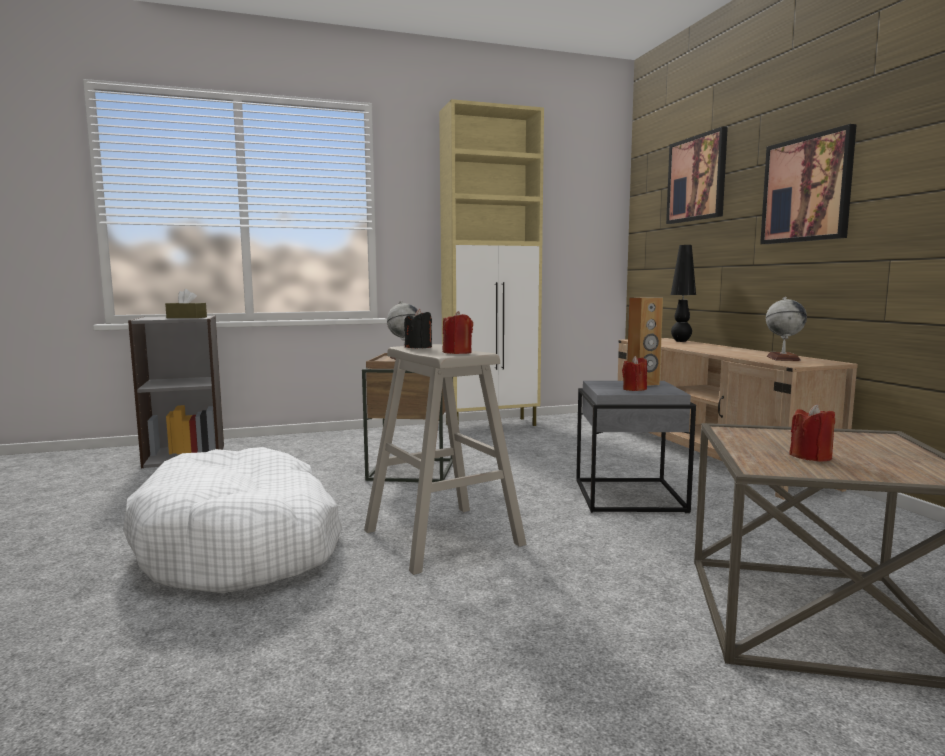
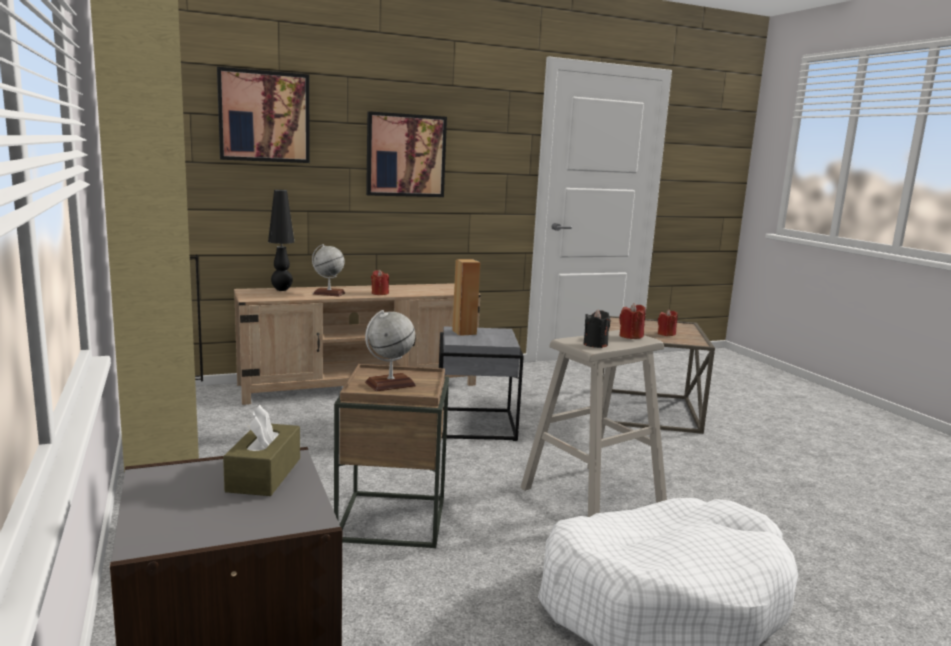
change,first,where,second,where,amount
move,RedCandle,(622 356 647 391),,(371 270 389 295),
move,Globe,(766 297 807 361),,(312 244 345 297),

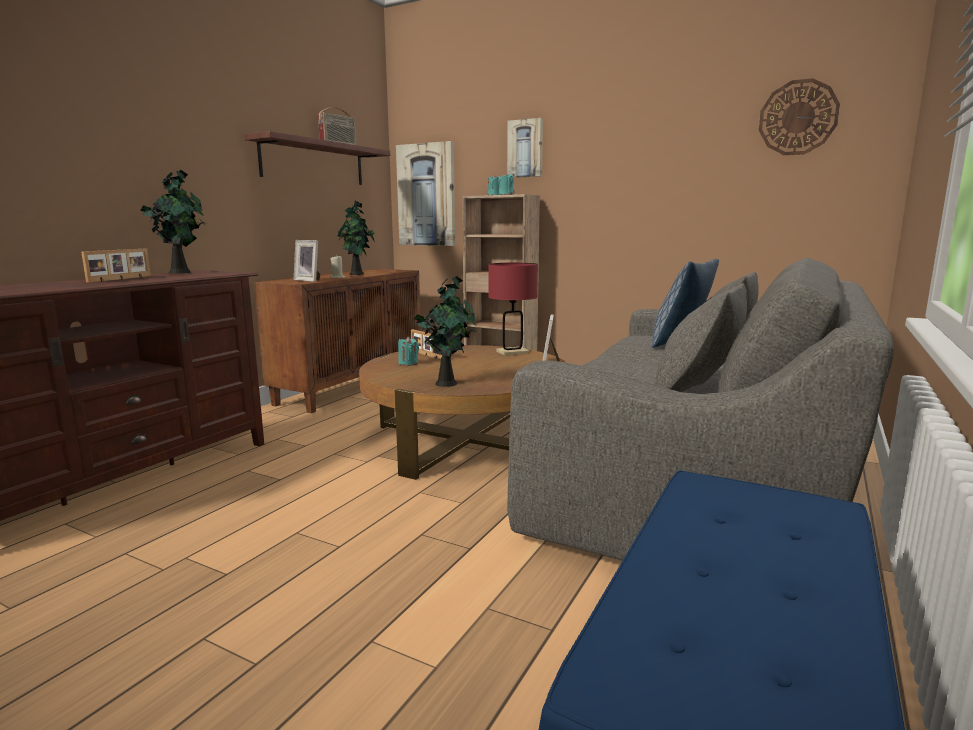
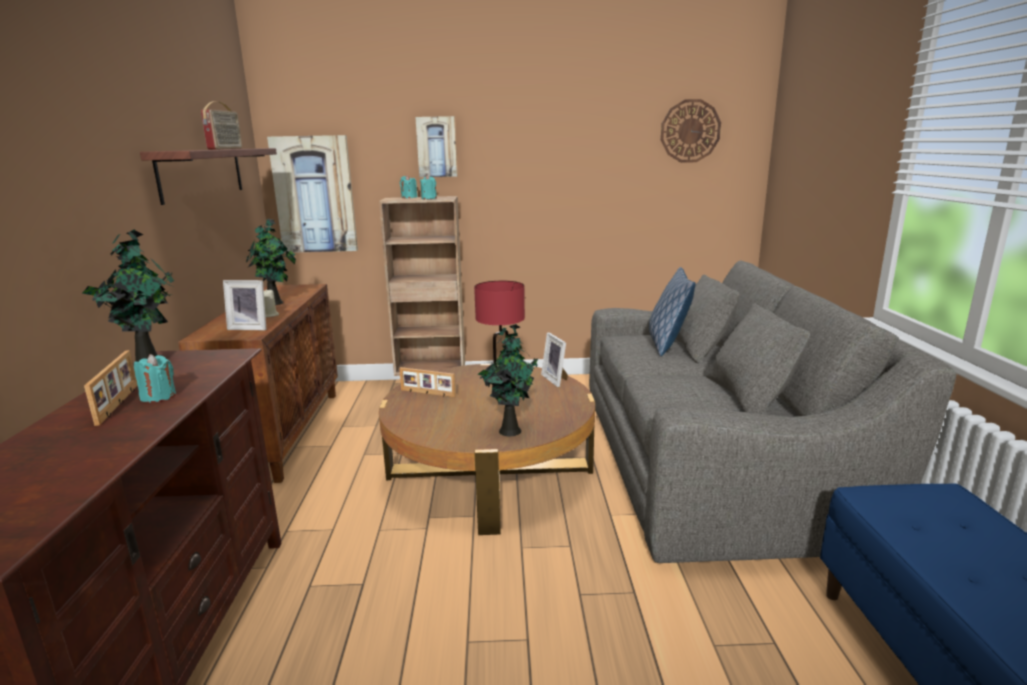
change,first,where,second,where,amount
move,TurquoiseCandle,(398 337 419 366),,(134 354 176 402),

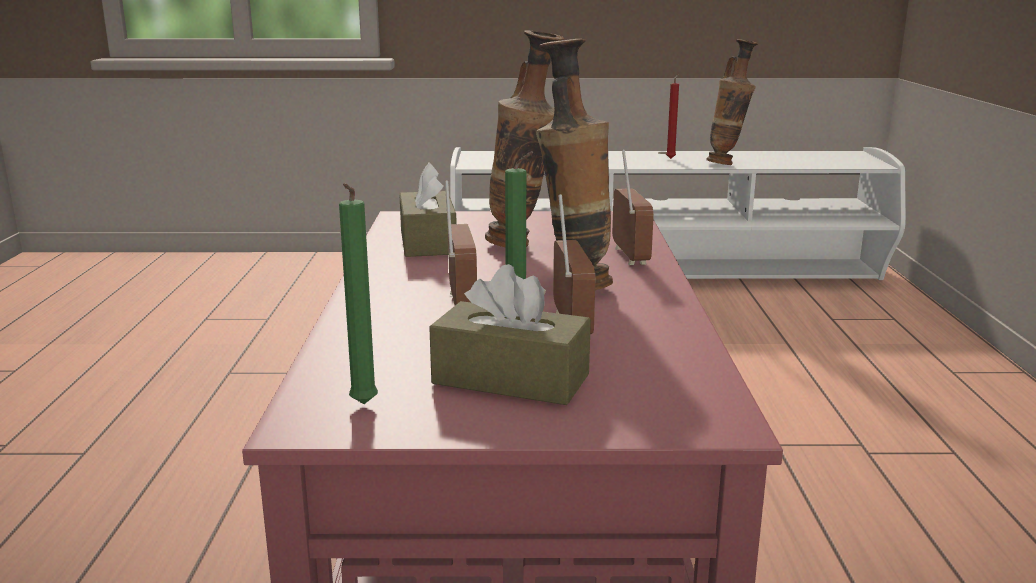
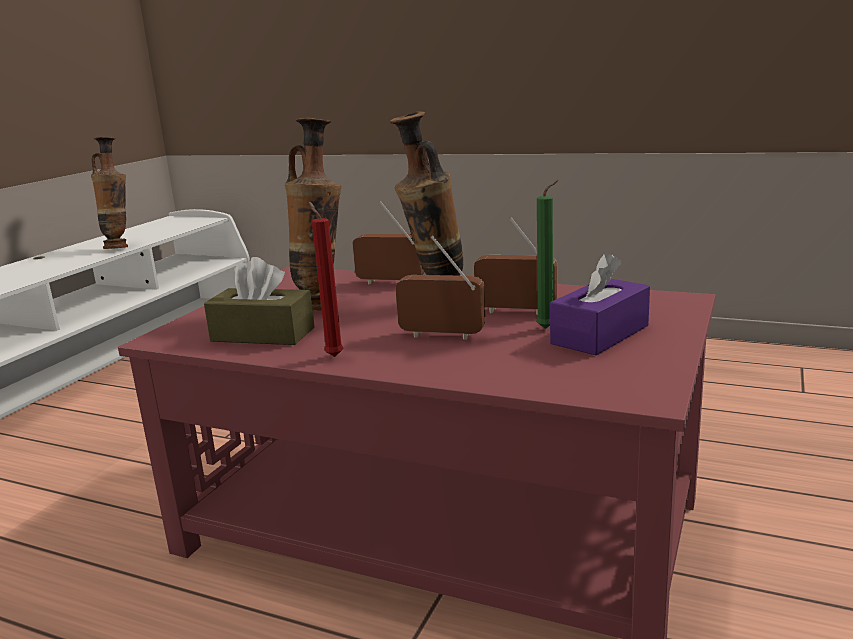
change,first,where,second,where,amount
delete,GreenCandle,(339 183 378 404),,,
move,RedCandle,(666 74 679 159),,(309 202 344 357),
recolor,BrownTissueBox,(429 264 591 405),PurpleTissueBox,(550 252 650 355),

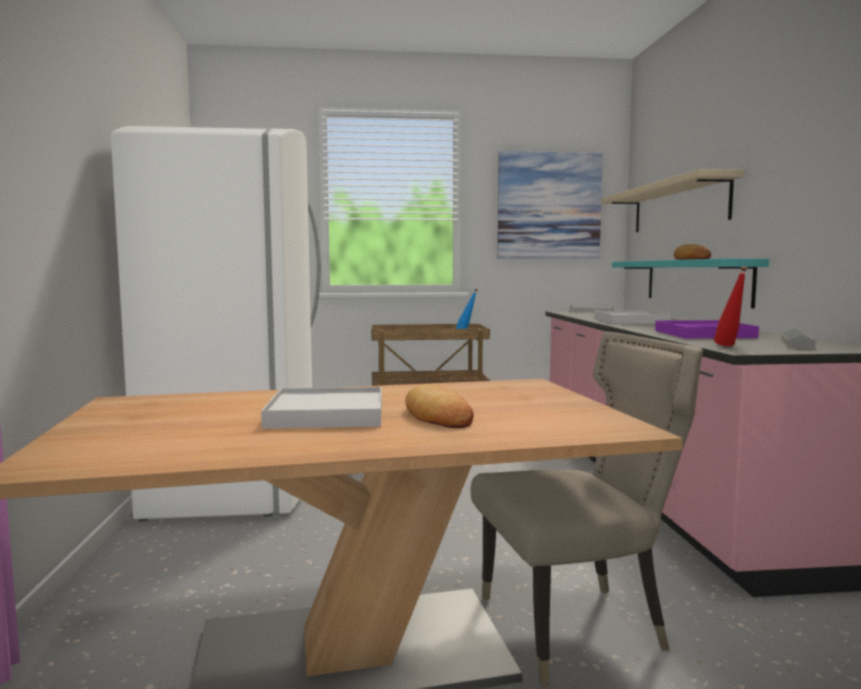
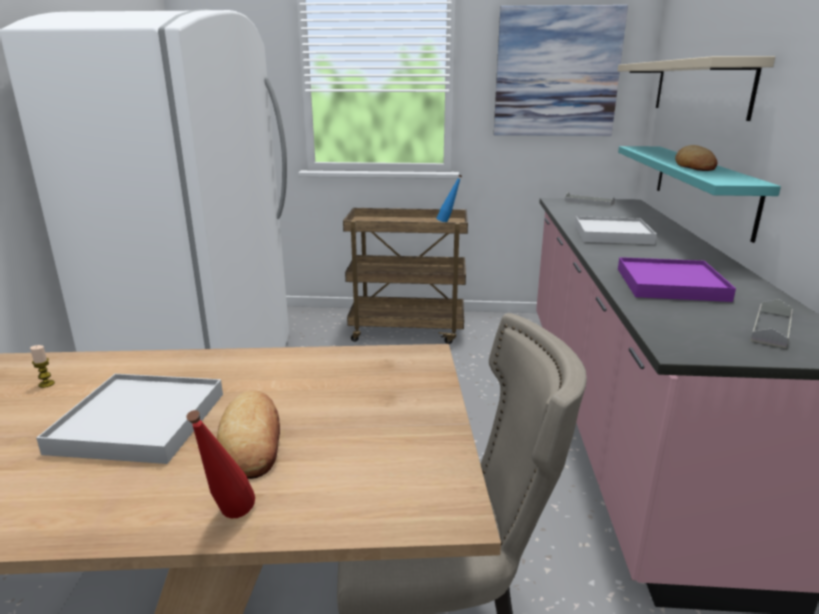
change,first,where,second,where,amount
insert,,,Candle,(30 345 55 388),
move,RedBottle,(714 266 748 346),,(186 410 255 518),

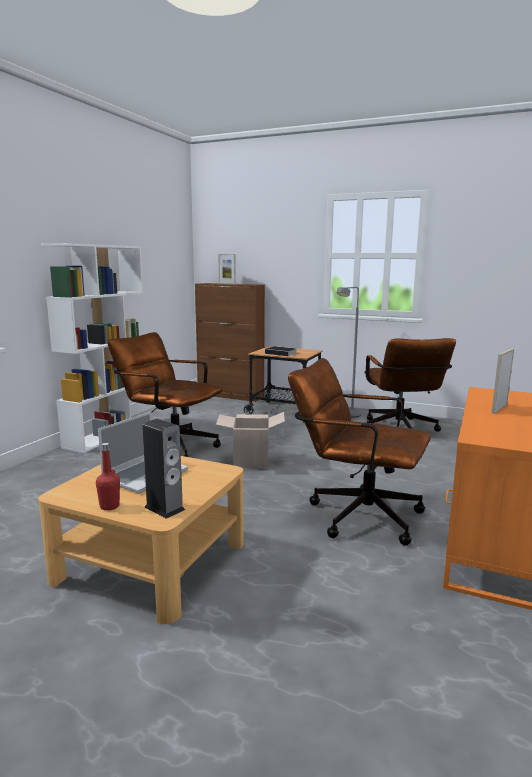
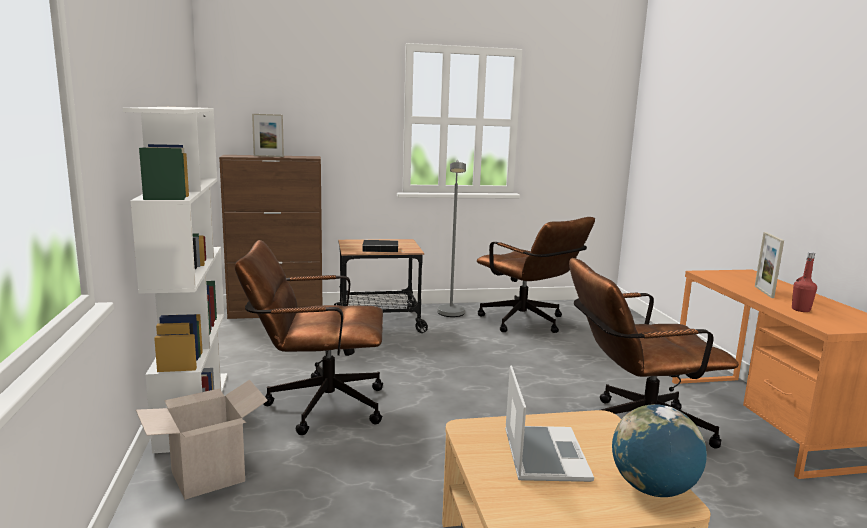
change,first,where,second,where,amount
move,RedBottle,(96 443 120 511),,(792 252 817 312),
move,CardboardBox,(216 412 285 469),,(136 380 268 500),
replace,Speaker,(142 419 185 519),Globe,(612 404 707 497),

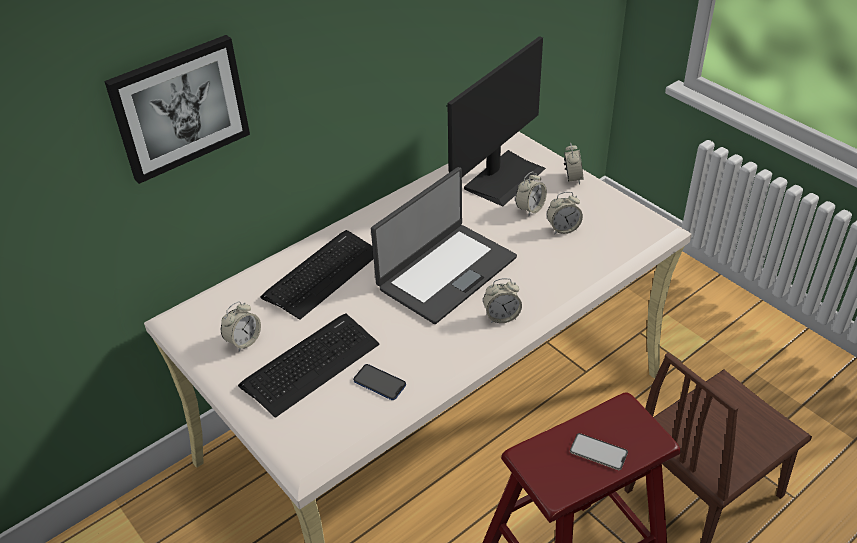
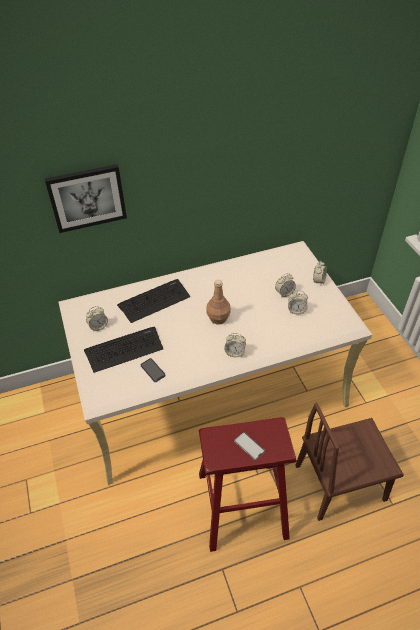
change,first,where,second,where,amount
delete,Monitor,(447 36 546 207),,,
replace,Laptop,(371 167 517 324),BrownBottle,(207 279 231 325),

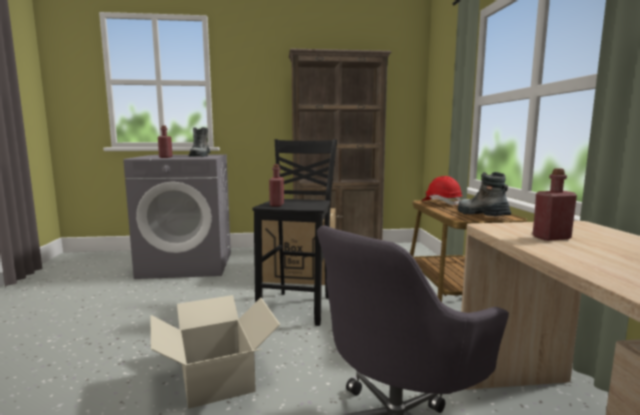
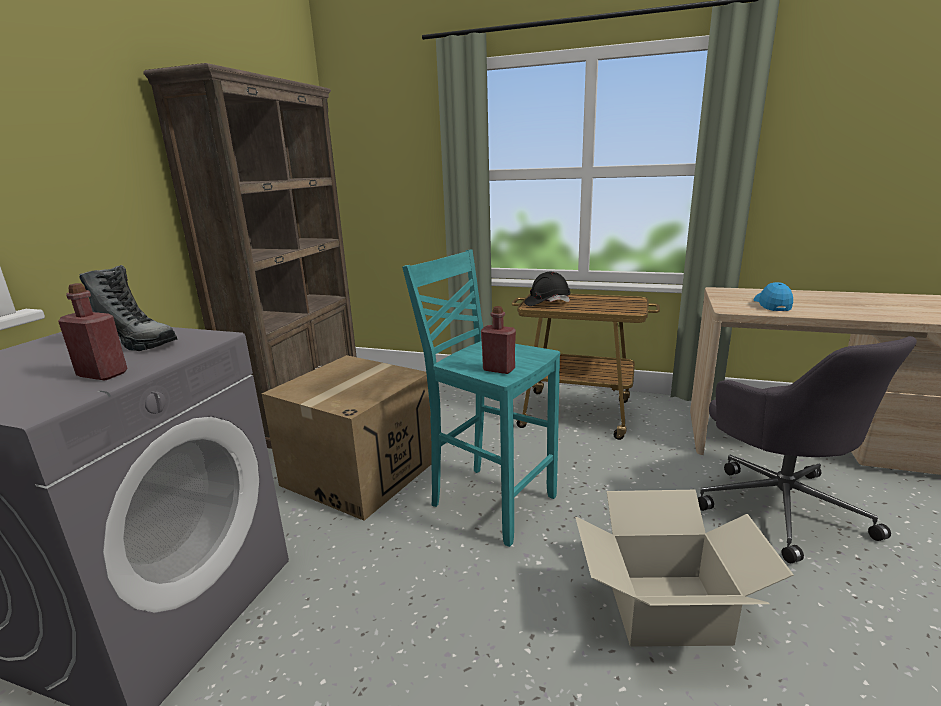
change,first,where,second,where,amount
delete,Boot,(458 172 511 216),,,
replace,RedBottle,(533 168 577 241),BlueCap,(754 282 793 311),
recolor,BlackStool,(252 139 337 326),TurquoiseStool,(402 249 560 547),
recolor,RedHardHat,(421 176 463 205),BlackHardHat,(524 272 571 306),

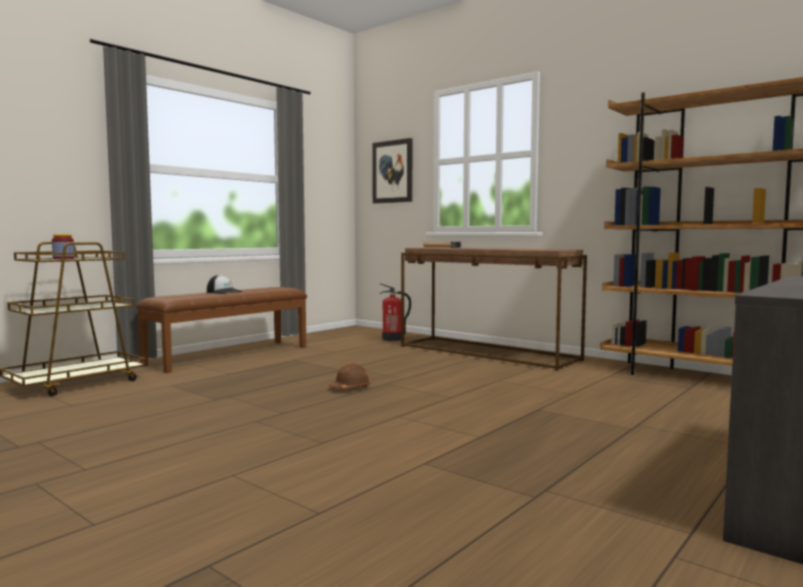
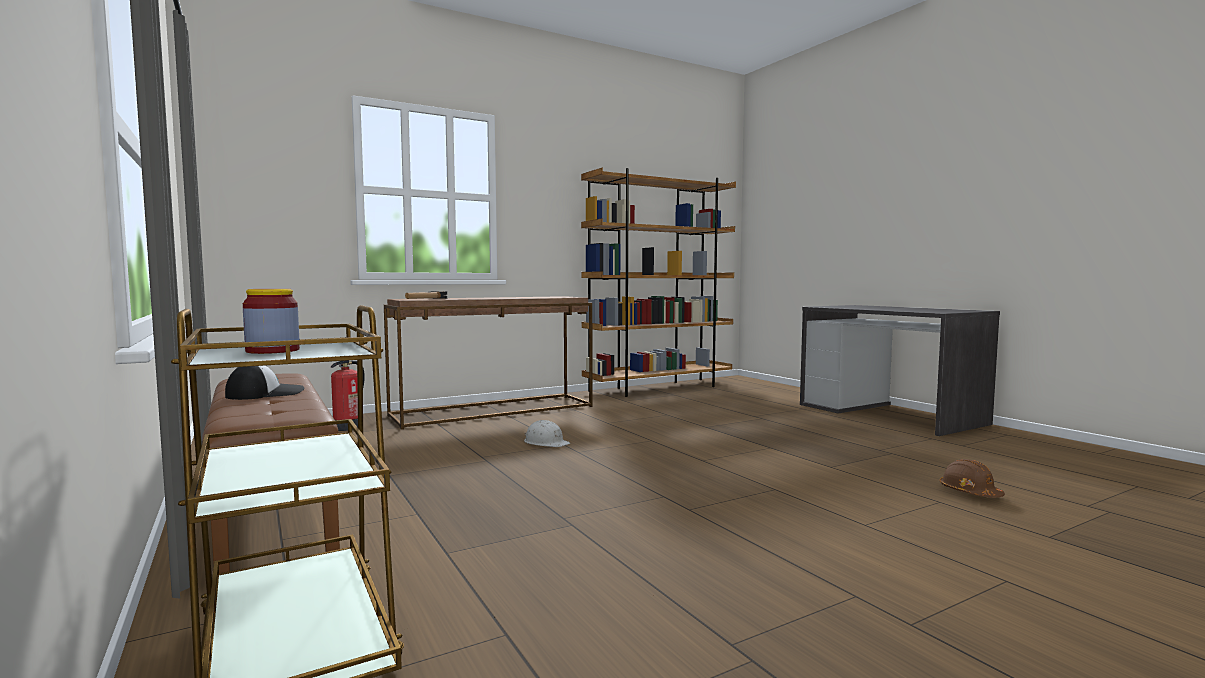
change,first,where,second,where,amount
delete,Picture,(372 138 412 203),,,
insert,,,WhiteHardHat,(524 420 570 447),
move,BrownHardHat,(330 363 371 389),,(939 459 1005 498),

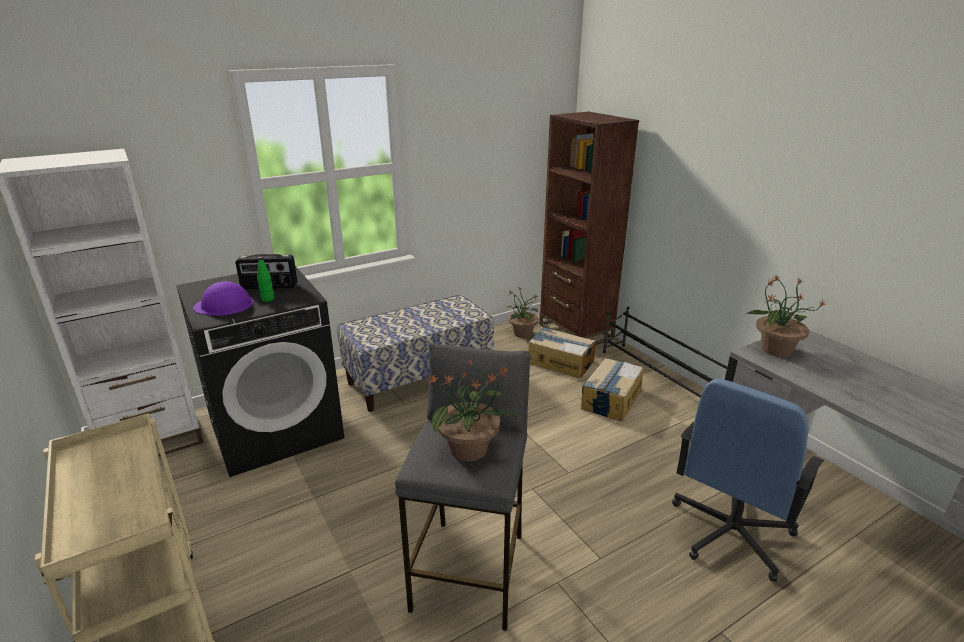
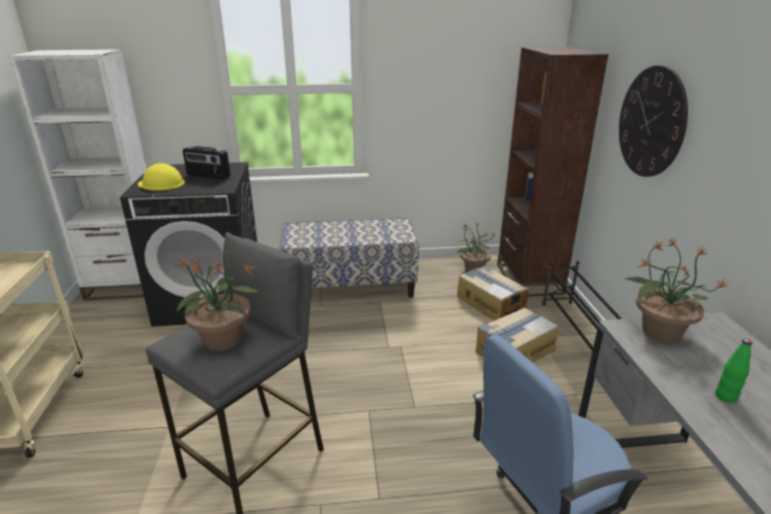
change,first,where,second,where,amount
insert,,,WallClock,(619 65 688 177),
move,GreenBottle,(257 257 274 302),,(715 339 752 403),
recolor,PurpleHardHat,(193 281 253 316),YellowHardHat,(138 163 185 191),

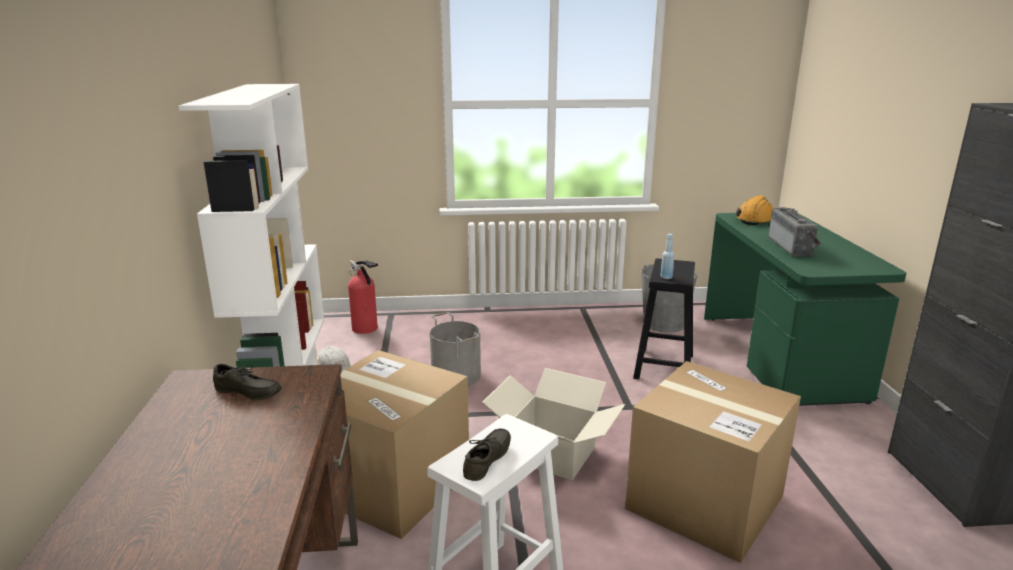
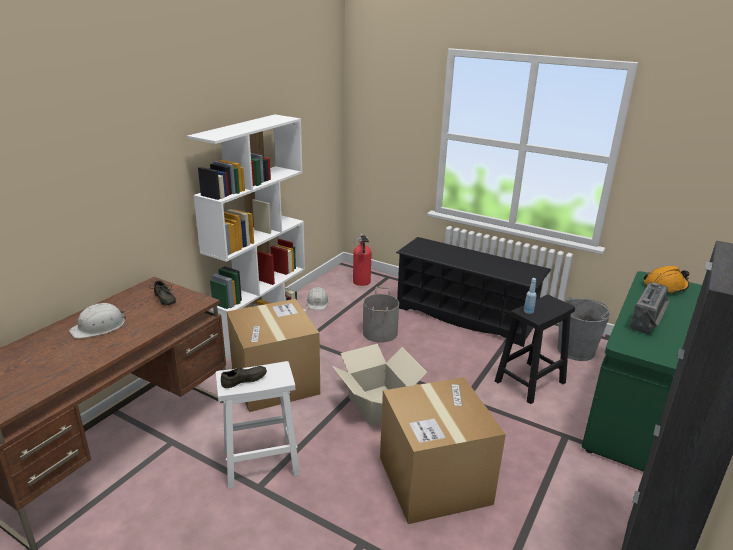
change,first,where,second,where,amount
insert,,,WhiteHardHat,(69 303 126 339),
insert,,,BlackShoeRack,(396 237 551 347),

